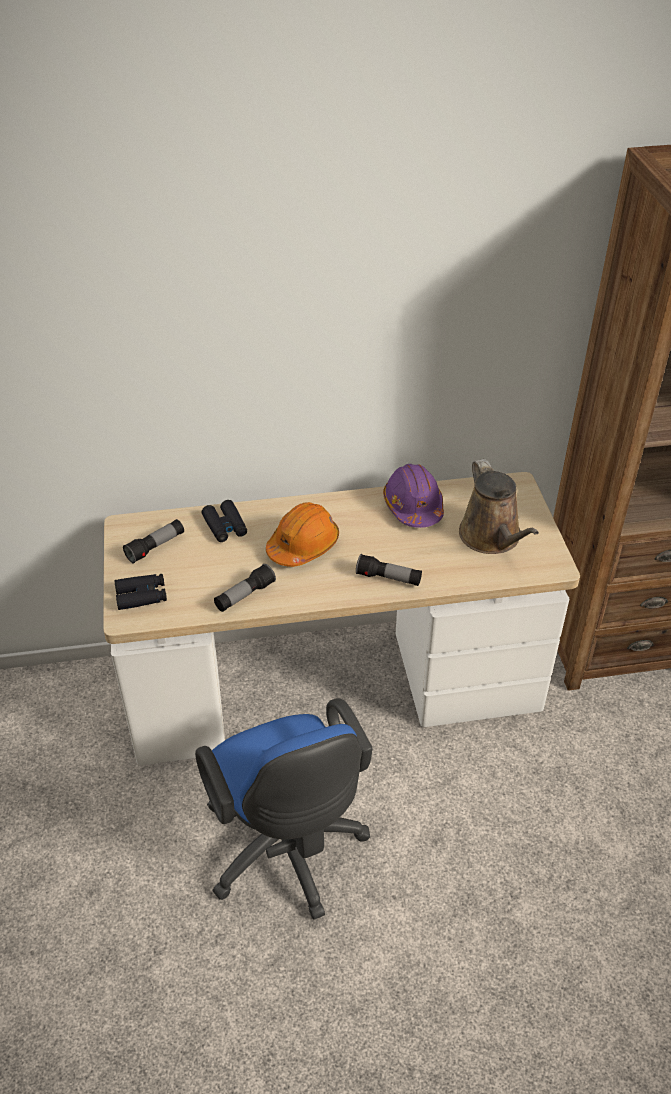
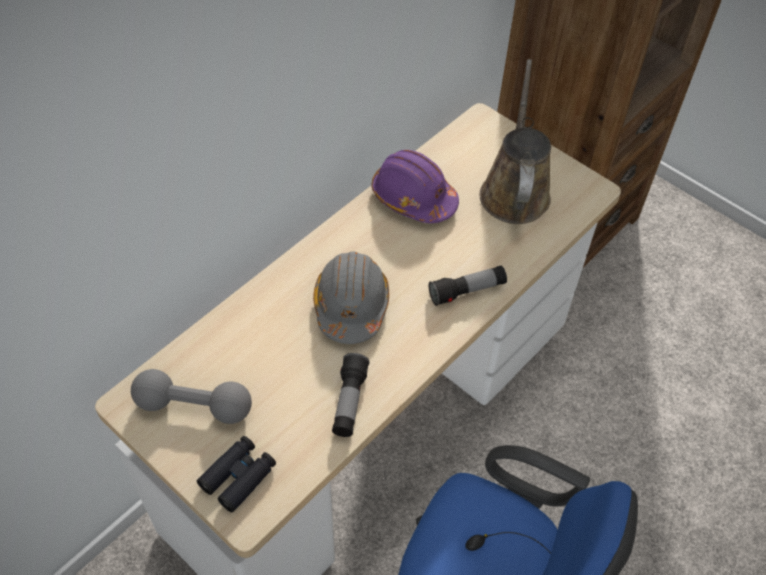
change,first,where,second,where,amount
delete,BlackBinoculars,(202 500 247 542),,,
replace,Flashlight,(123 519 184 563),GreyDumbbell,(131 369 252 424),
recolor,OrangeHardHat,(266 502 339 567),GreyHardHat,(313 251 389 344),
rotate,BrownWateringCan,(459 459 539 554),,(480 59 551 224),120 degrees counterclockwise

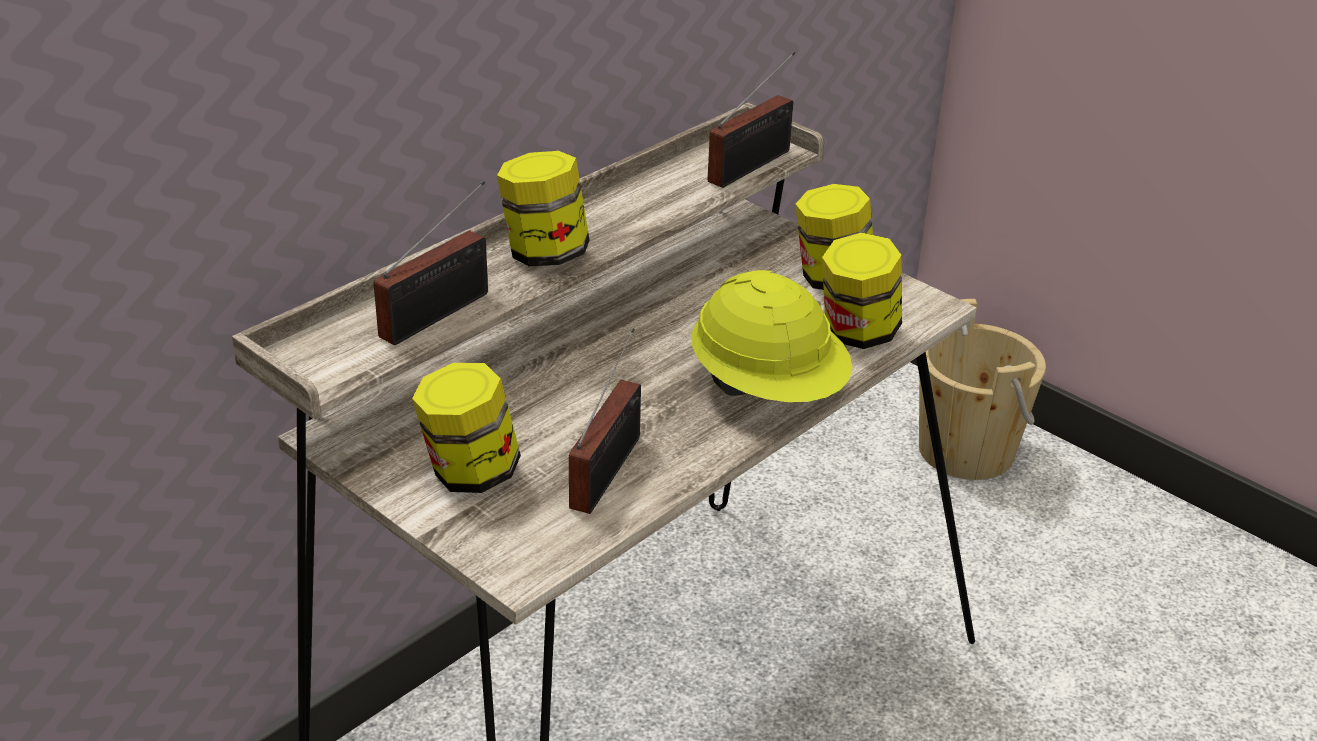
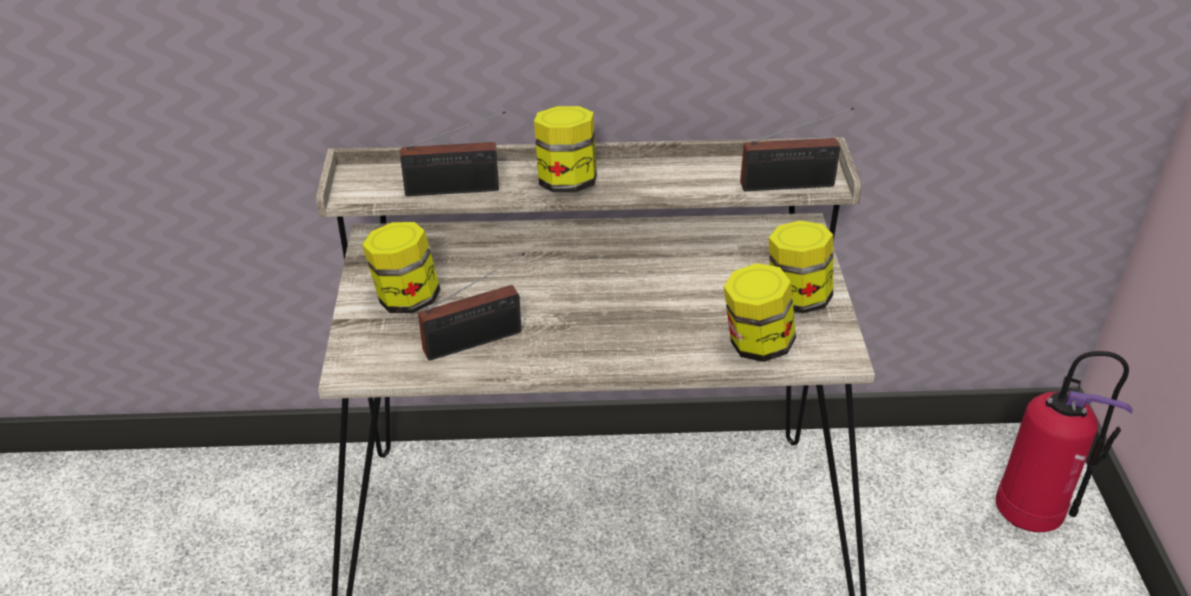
change,first,where,second,where,amount
delete,YellowHardHat,(691 270 852 402),,,
replace,BeigeBucket,(919 299 1046 480),FireExtinguisher,(996 351 1133 532),

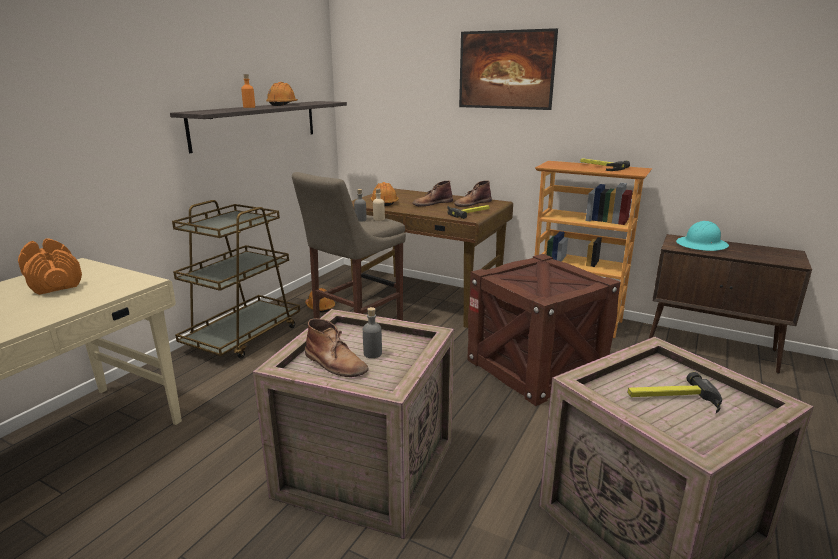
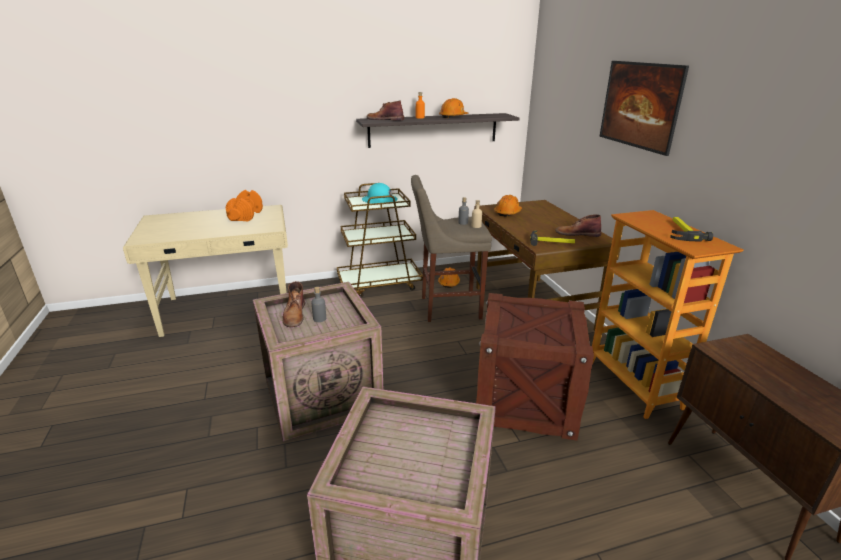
change,first,where,second,where,amount
delete,Hammer,(627 372 722 413),,,
move,BrownBoot,(412 181 453 206),,(366 101 404 121),
move,TurquoiseHardHat,(676 221 729 251),,(362 183 398 204),

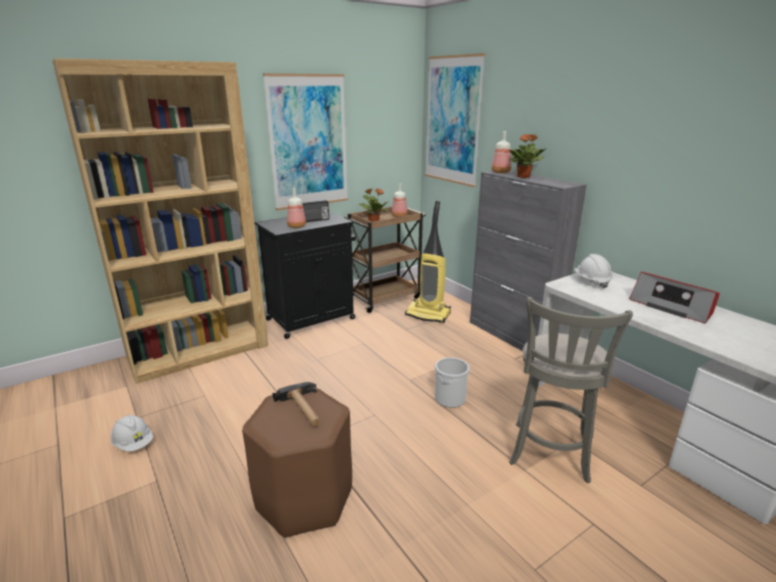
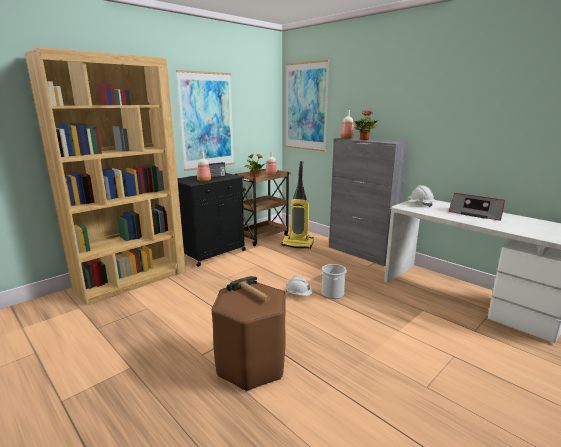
change,first,where,second,where,amount
delete,GreyStool,(509 297 633 483),,,
move,WhiteHardHat,(111 415 153 451),,(286 276 313 296),

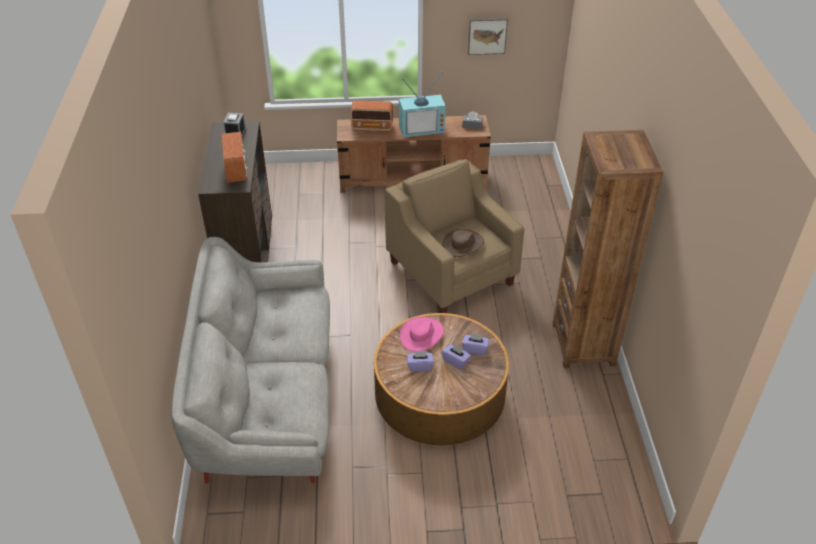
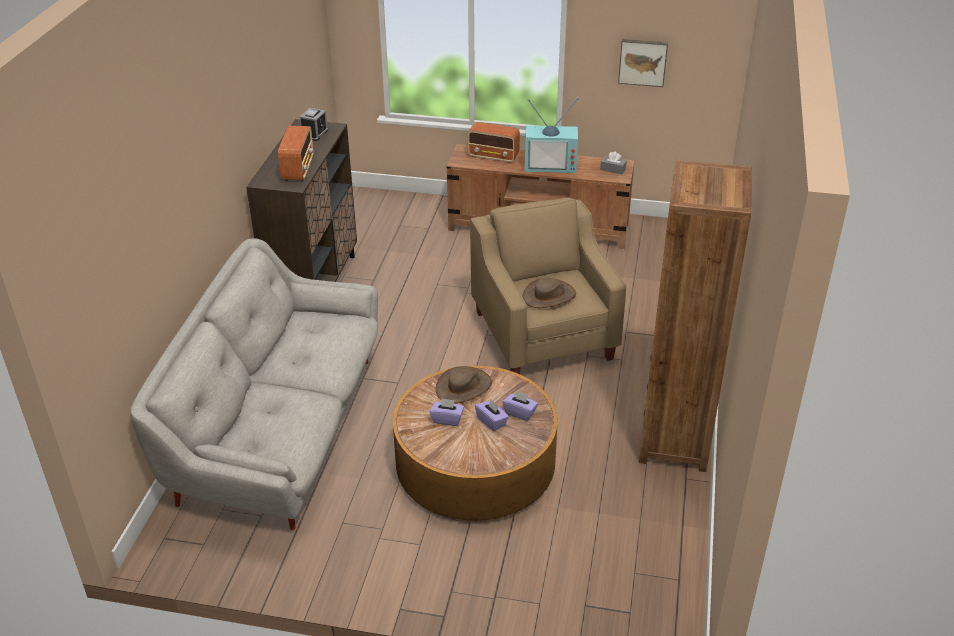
change,first,where,second,where,amount
recolor,PinkHat,(400 317 444 352),BrownHat,(436 366 492 404),

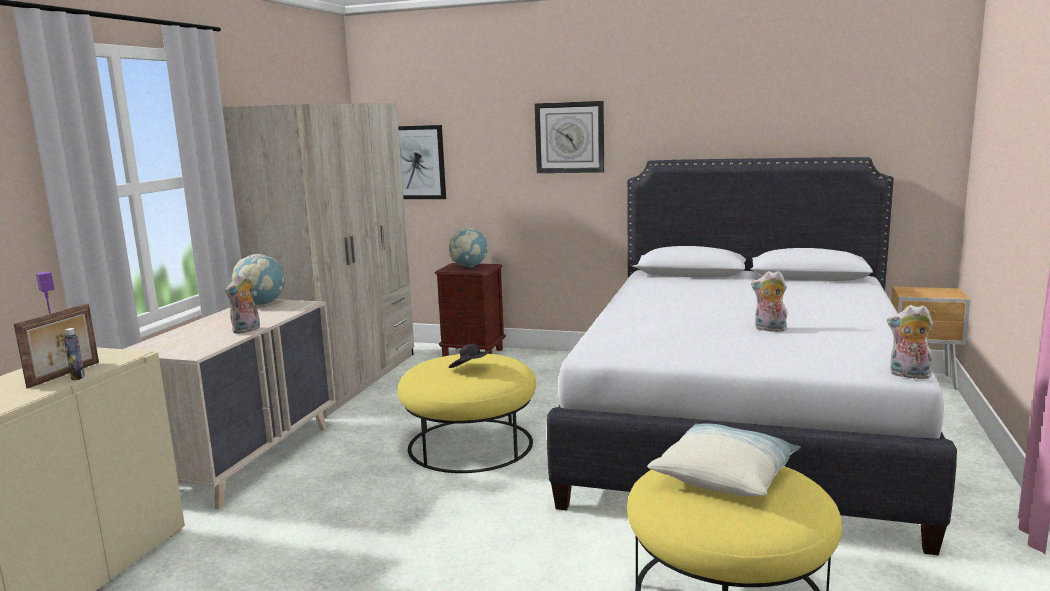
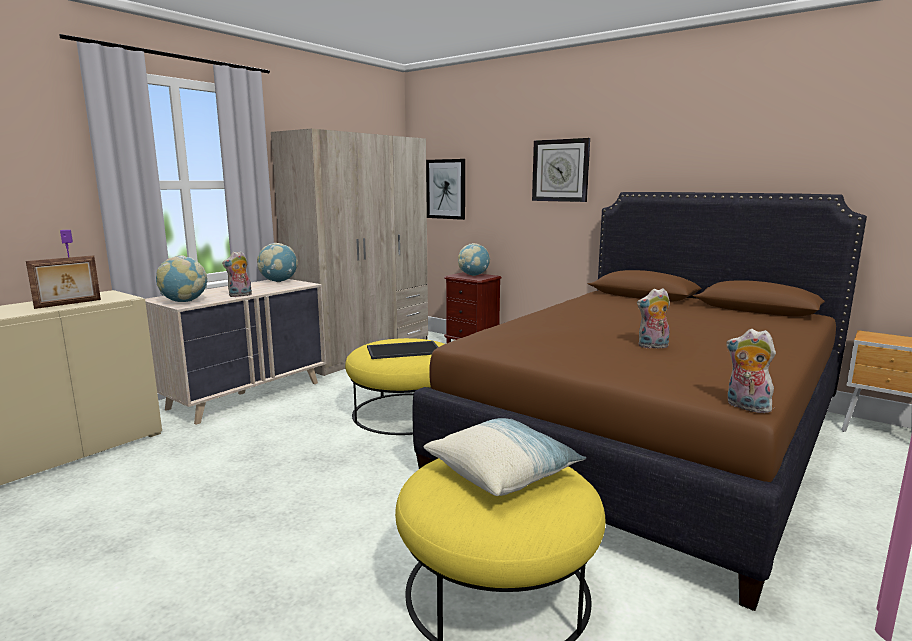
change,first,where,second,where,amount
delete,Bottle,(64 328 85 381),,,
insert,,,Globe,(156 255 208 302),
replace,BlackHat,(449 344 491 368),Tray,(367 341 438 359),
recolor,WhiteBed,(547 157 957 555),BrownBed,(413 192 867 611),
rotate,PlushToy,(751 271 787 333),,(637 288 670 348),45 degrees counterclockwise

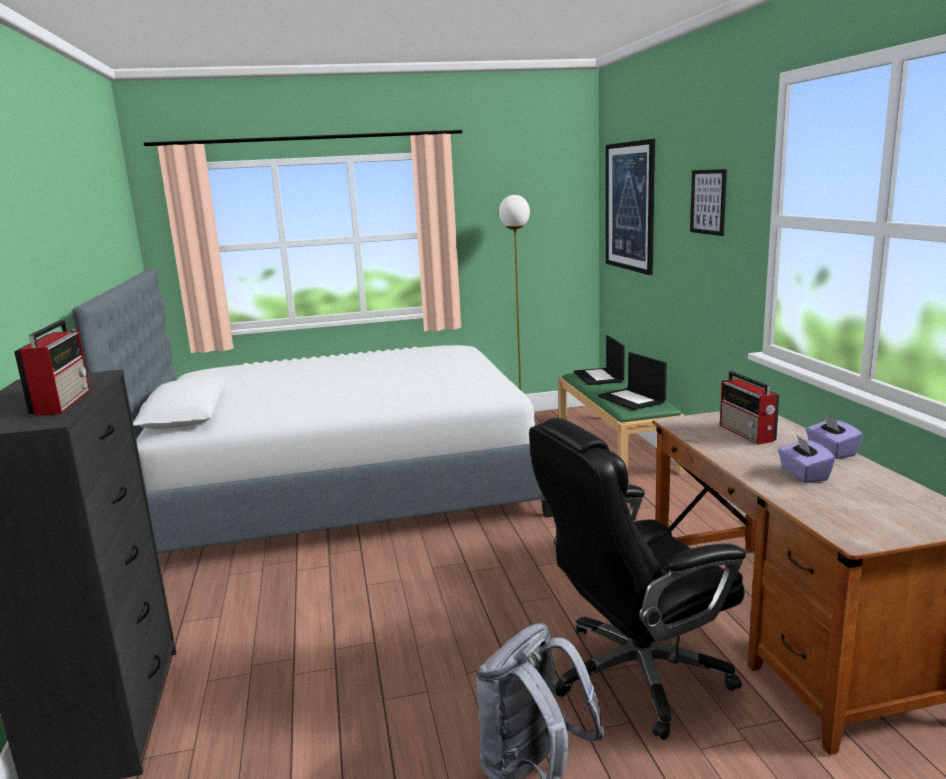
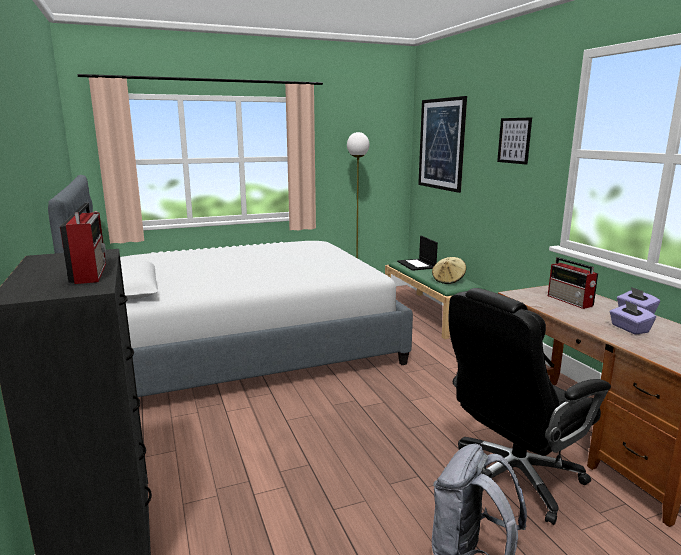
change,first,where,second,where,amount
replace,Laptop,(598 352 667 410),BeigeHat,(432 257 466 284),

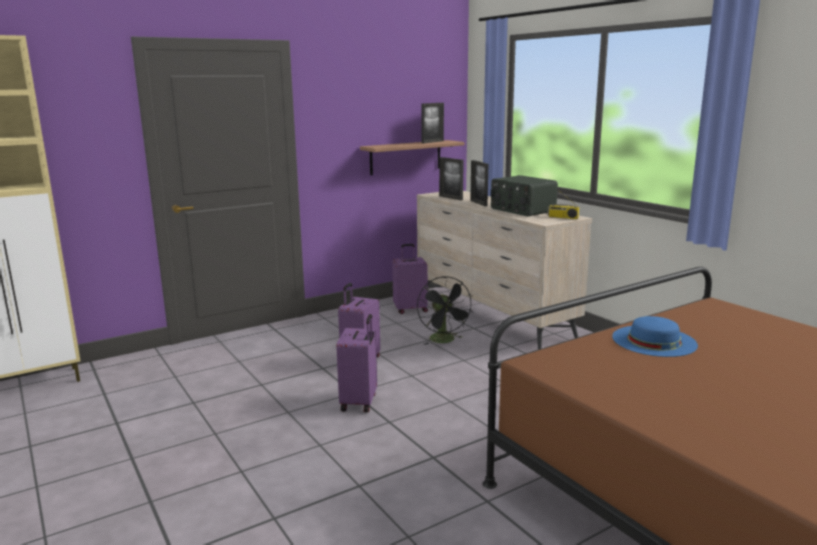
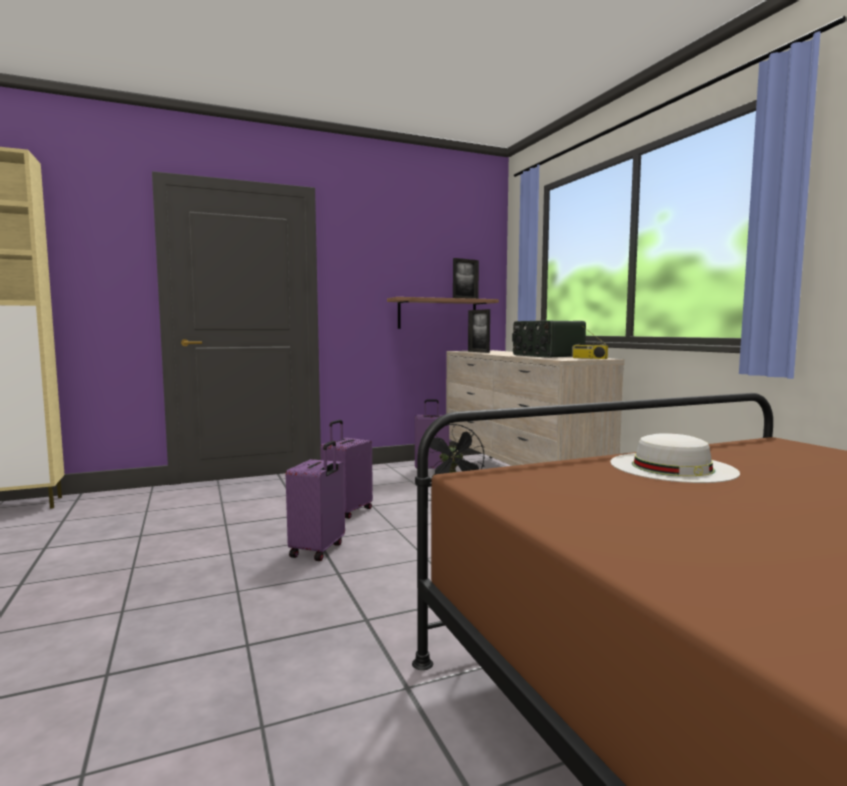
change,first,where,second,where,amount
delete,PictureFrame,(470 160 488 206),,,
recolor,BlueHat,(612 316 698 357),WhiteHat,(610 433 740 483),

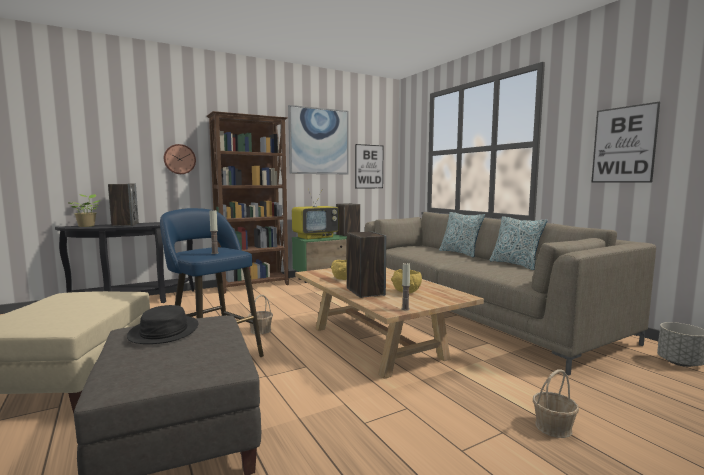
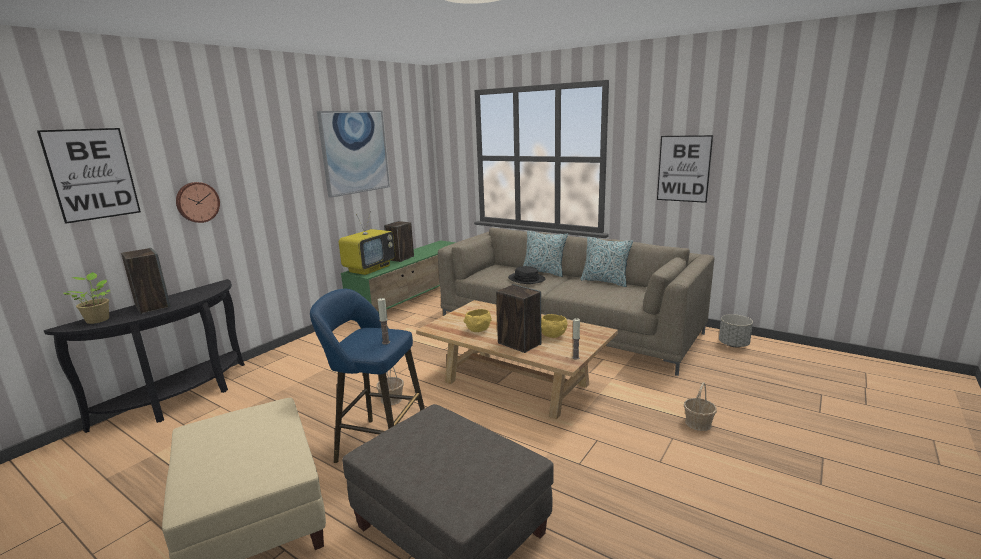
change,first,where,second,where,amount
delete,BrownBookcase,(207 111 289 294),,,
move,BlackHat,(127 305 198 344),,(508 266 545 284),
move,Picture,(355 144 384 189),,(37 128 141 224),

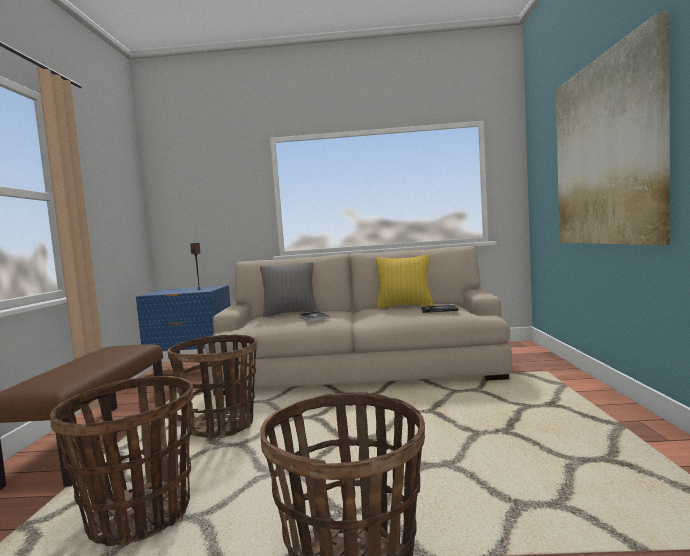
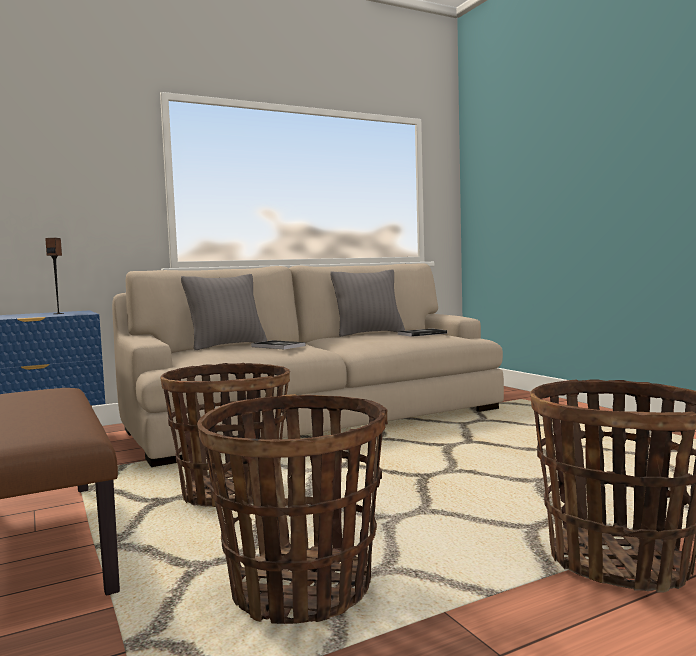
change,first,where,second,where,amount
delete,Picture,(556 11 670 245),,,
recolor,YellowPillow,(376 254 434 309),GreyPillow,(330 269 405 337),

